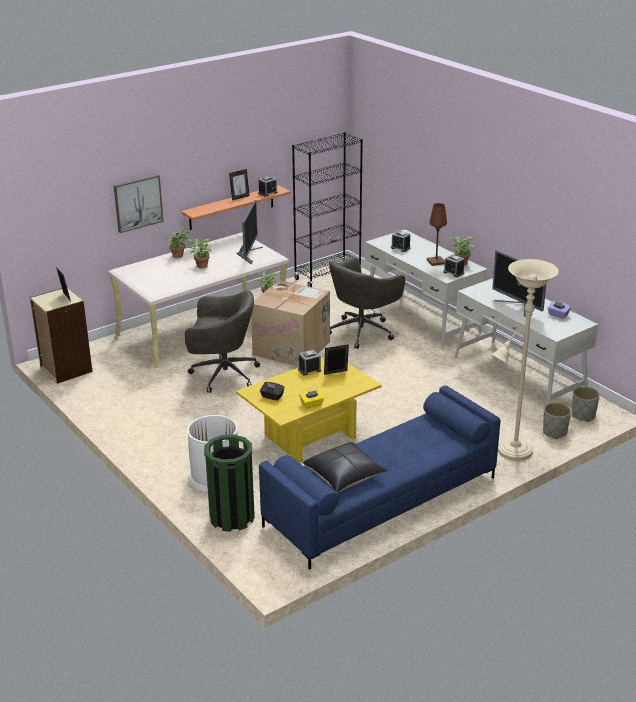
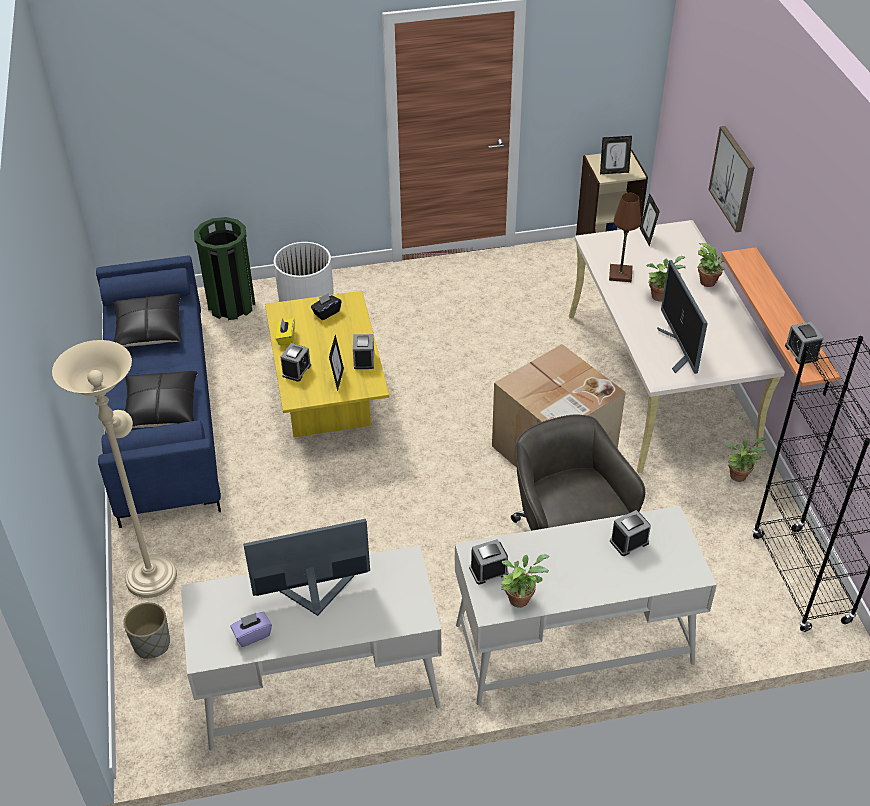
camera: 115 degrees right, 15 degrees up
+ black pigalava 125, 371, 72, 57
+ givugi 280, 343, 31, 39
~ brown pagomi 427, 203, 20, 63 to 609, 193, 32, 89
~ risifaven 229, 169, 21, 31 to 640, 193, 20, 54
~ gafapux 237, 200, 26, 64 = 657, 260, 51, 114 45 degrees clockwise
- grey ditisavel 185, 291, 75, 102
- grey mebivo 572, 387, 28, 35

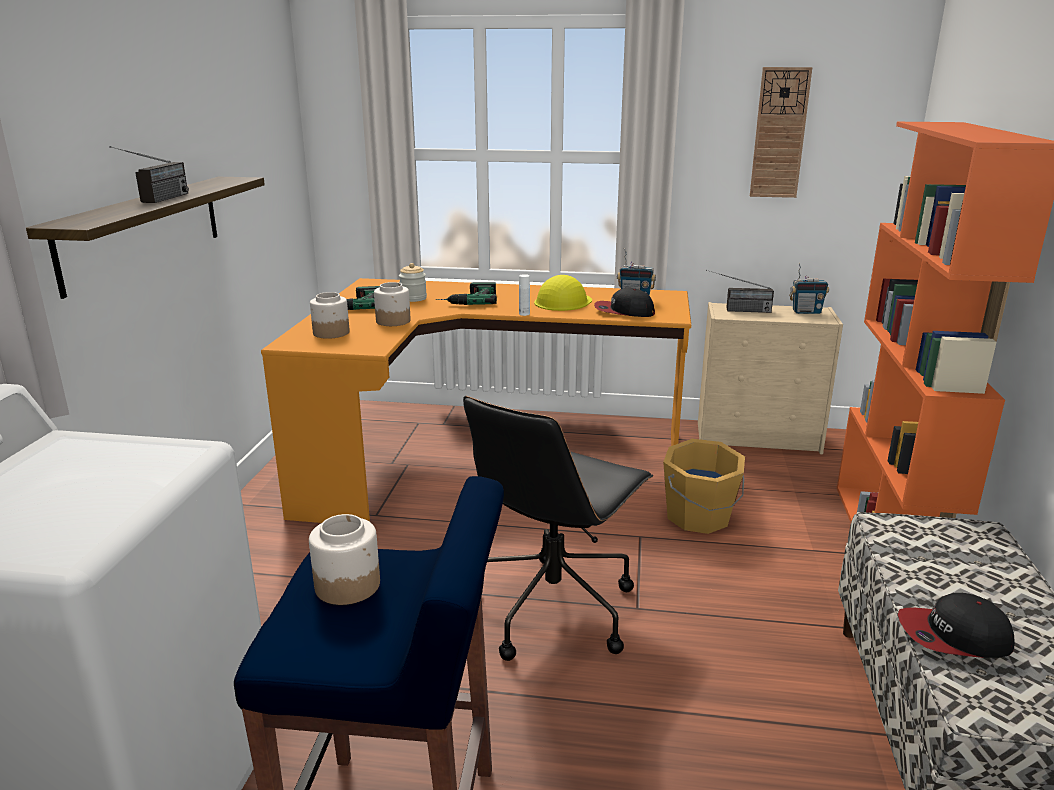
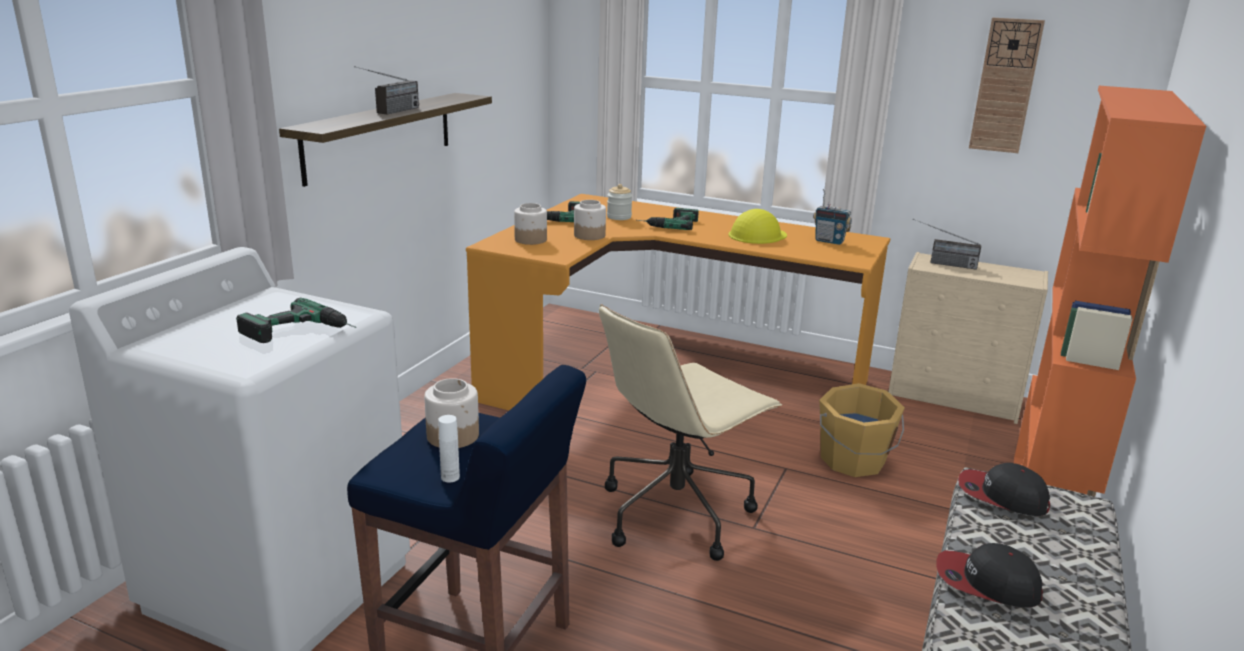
camera: 15 degrees right, 0 degrees up
+ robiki 236, 298, 121, 45
~ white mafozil 519, 274, 11, 42 to 438, 415, 22, 67
~ black ditisavel 463, 396, 190, 265 to beige ditisavel 599, 304, 183, 257
~ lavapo 594, 288, 61, 29 to 958, 463, 92, 53
- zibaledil 789, 263, 40, 51

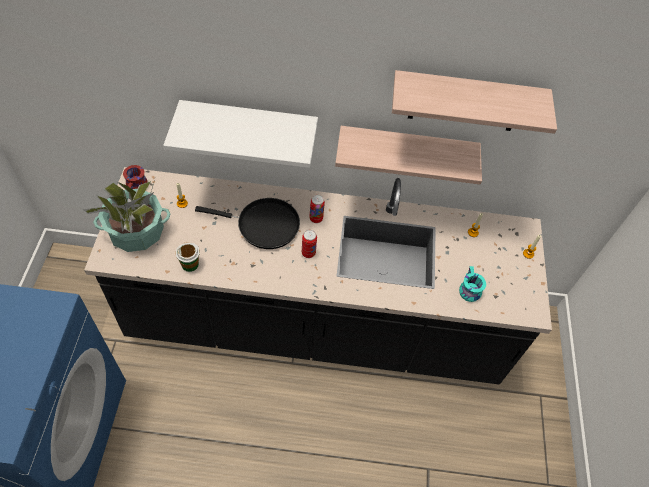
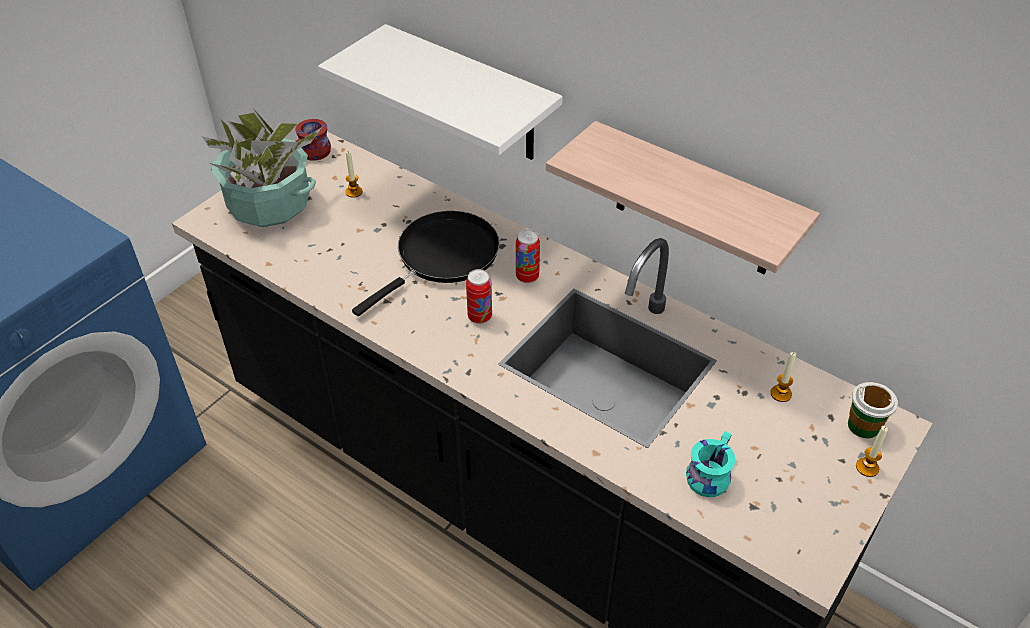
camera: 35 degrees right, 10 degrees down
~ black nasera 195, 198, 105, 51 = 352, 211, 148, 105 90 degrees counterclockwise
~ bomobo 176, 242, 24, 30 to 848, 382, 50, 56
- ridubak 392, 70, 165, 64

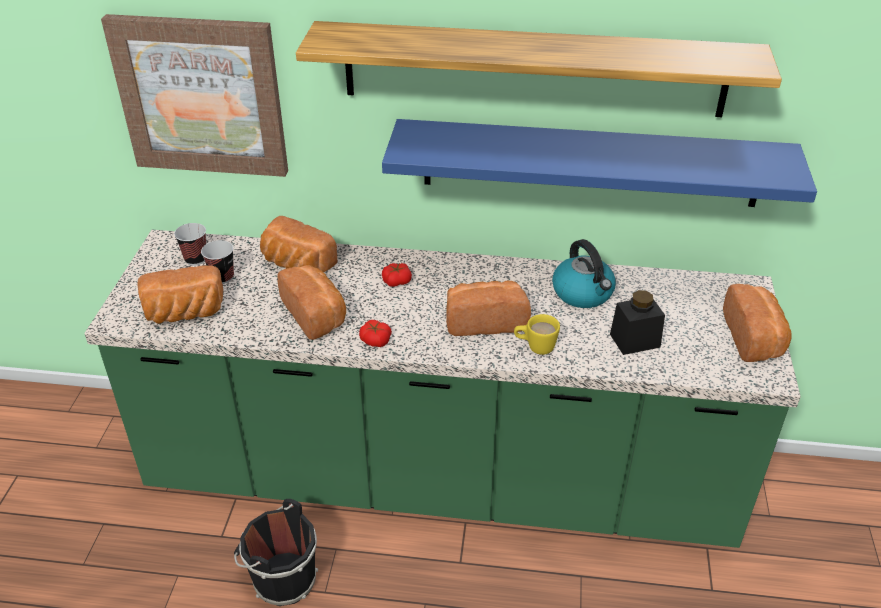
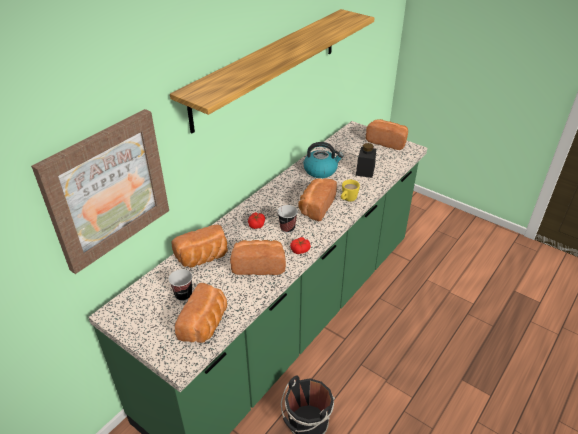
camera: 60 degrees left, 0 degrees up
~ bomobo 174, 223, 32, 43 to 277, 205, 21, 28
- blue ridubak 382, 119, 435, 88

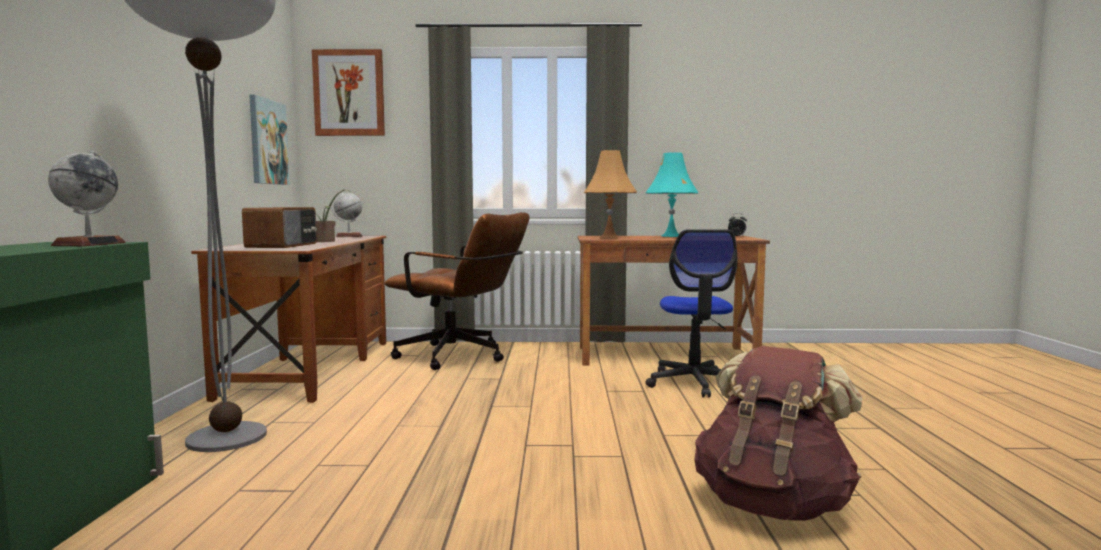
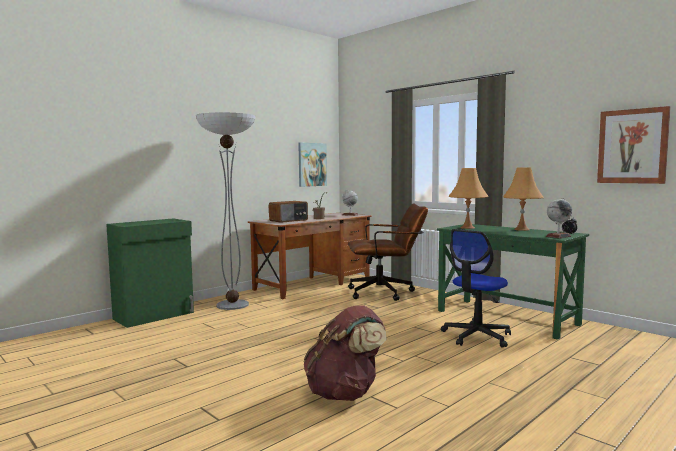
camera: 45 degrees right, 0 degrees up
~ brown ditisavel 385, 212, 145, 158 = 348, 204, 80, 97 75 degrees counterclockwise
~ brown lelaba 578, 236, 192, 130 to green lelaba 437, 224, 152, 116
~ turquoise pagomi 646, 152, 53, 85 to orange pagomi 503, 167, 41, 64
~ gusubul 48, 151, 78, 95 to 546, 198, 26, 40
~ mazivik 312, 49, 73, 87 to 597, 106, 74, 78

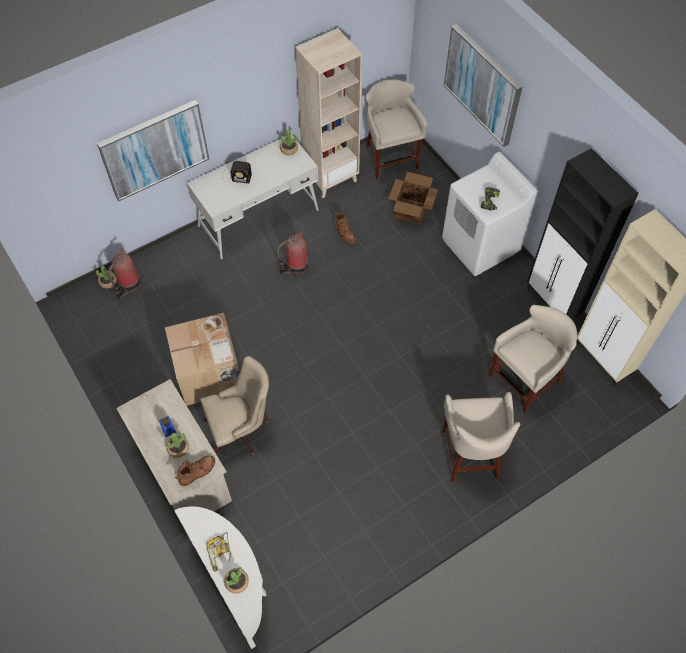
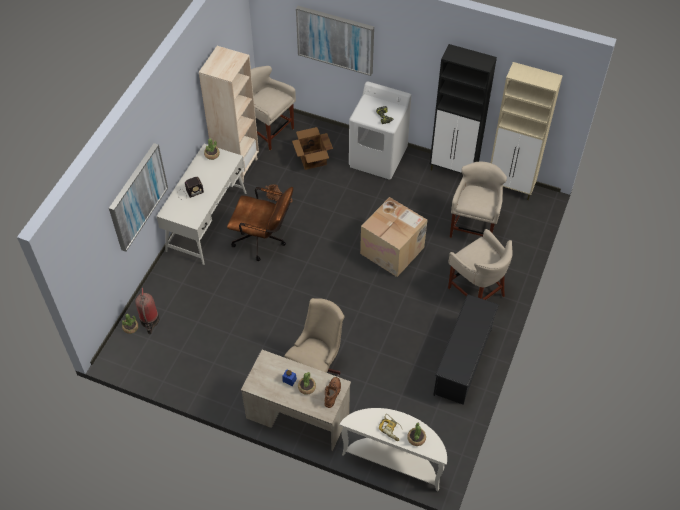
camera: 35 degrees left, 5 degrees down
~ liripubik 277, 232, 31, 44 to brown ditisavel 227, 187, 66, 74
~ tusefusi 165, 313, 75, 93 to 360, 197, 67, 80
+ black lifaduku 433, 294, 66, 111

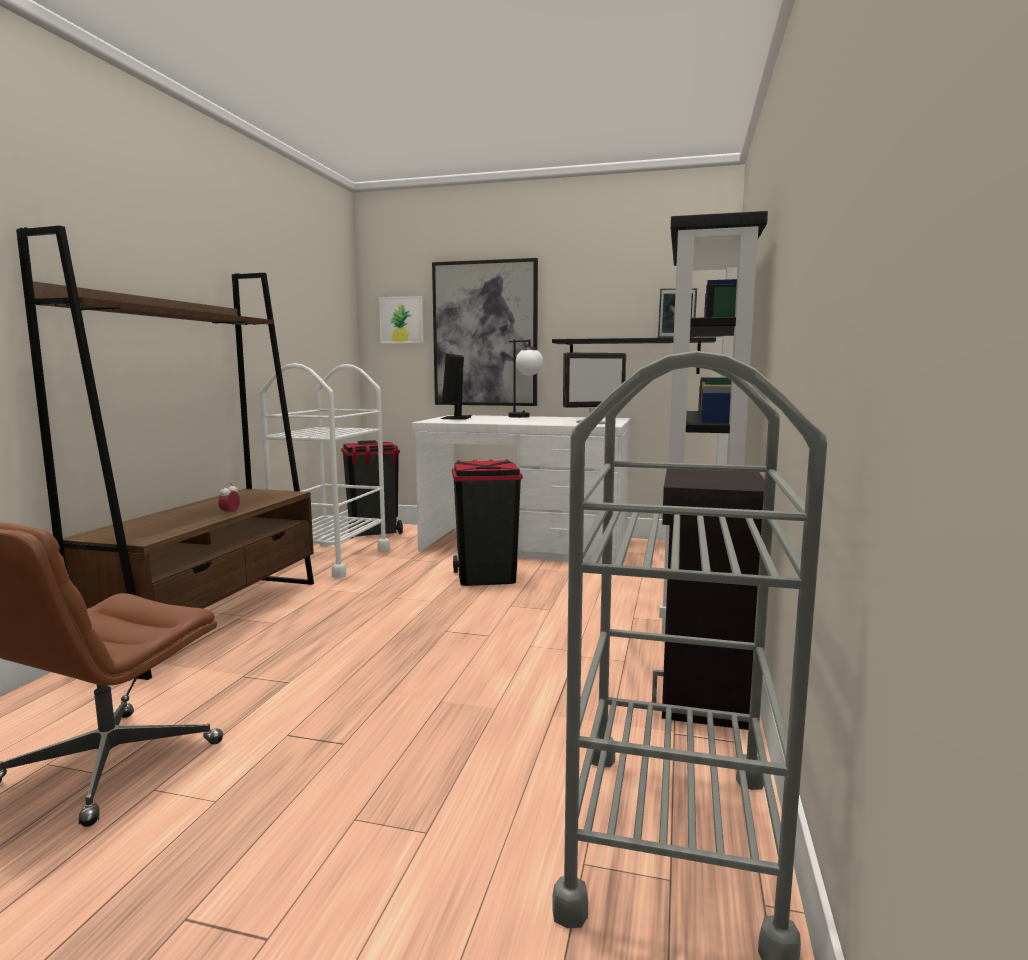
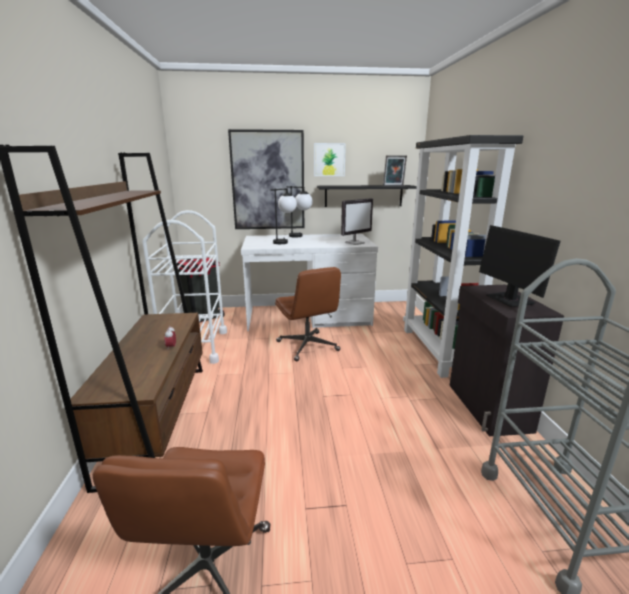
camera: 20 degrees left, 10 degrees up
+ pagomi 271, 188, 26, 56
~ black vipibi 452, 459, 71, 127 to brown ditisavel 275, 267, 66, 94
~ mazivik 379, 296, 45, 47 to 314, 143, 32, 33
~ gafapux 441, 354, 31, 65 to 479, 225, 82, 82

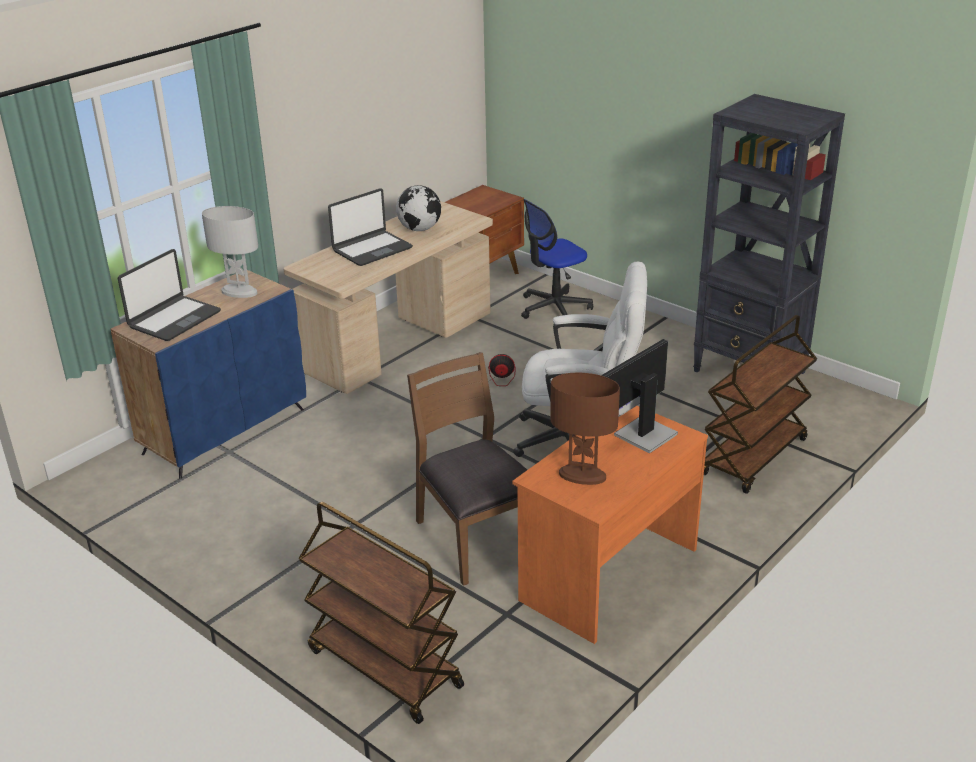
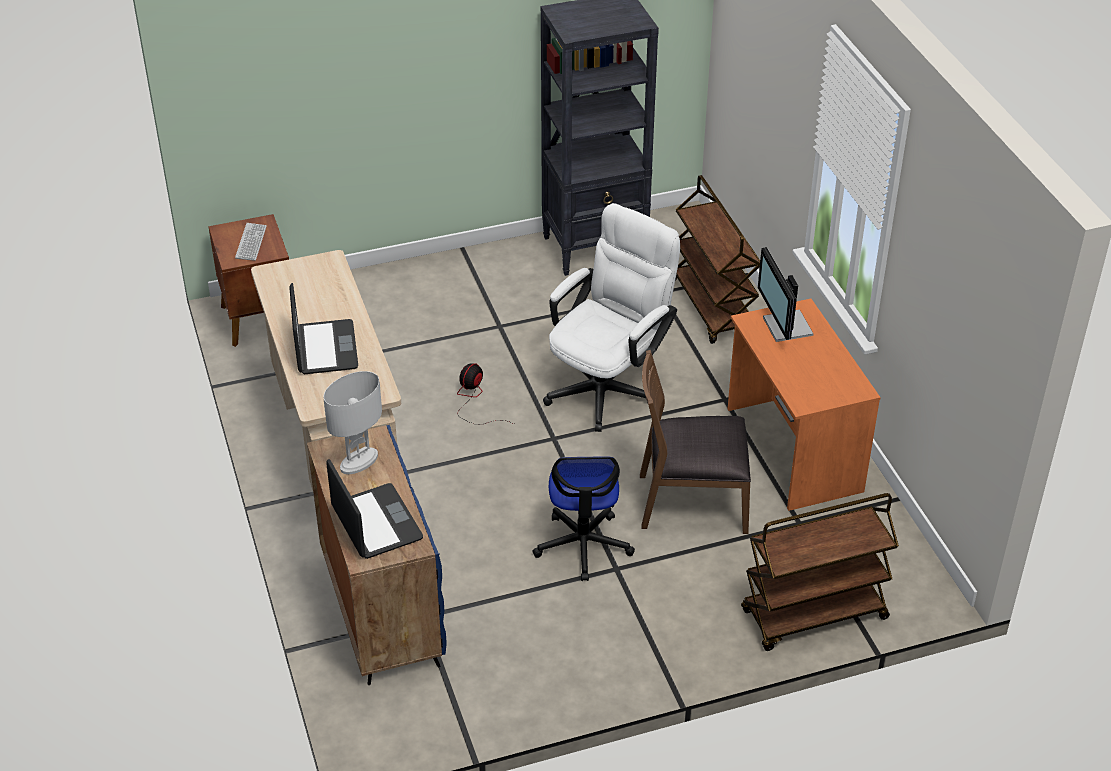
camera: 60 degrees left, 10 degrees up
+ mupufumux 235, 223, 32, 38
~ ditisavel 521, 199, 72, 120 to 532, 456, 103, 125
- gusubul 396, 185, 45, 46
- brown pagomi 550, 373, 70, 112

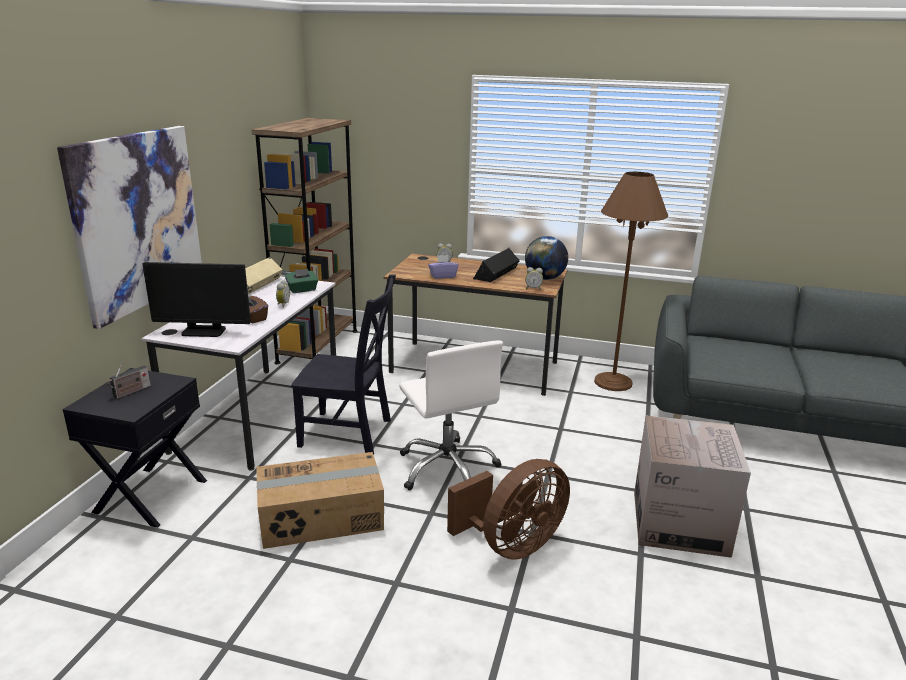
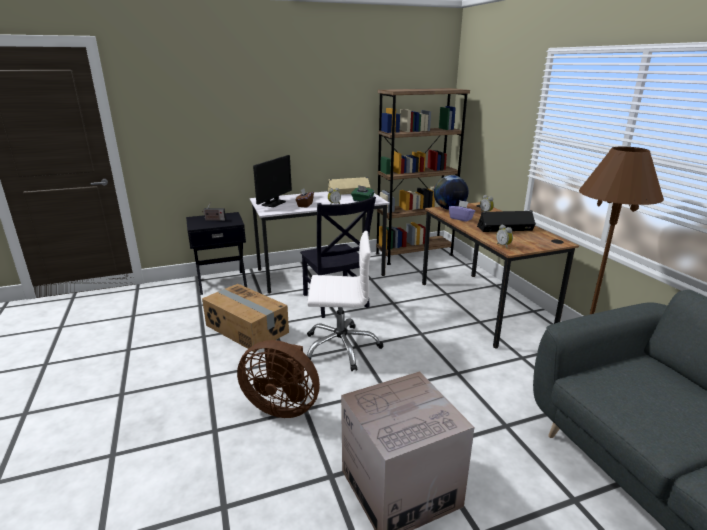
camera: 55 degrees right, 0 degrees up
~ gafapux 142, 262, 109, 75 = 253, 155, 39, 52 120 degrees counterclockwise
~ white ditisavel 399, 340, 104, 151 = 307, 231, 76, 140 120 degrees counterclockwise
~ gusubul 525, 236, 43, 44 to 434, 175, 34, 35
- mazivik 57, 126, 145, 203

